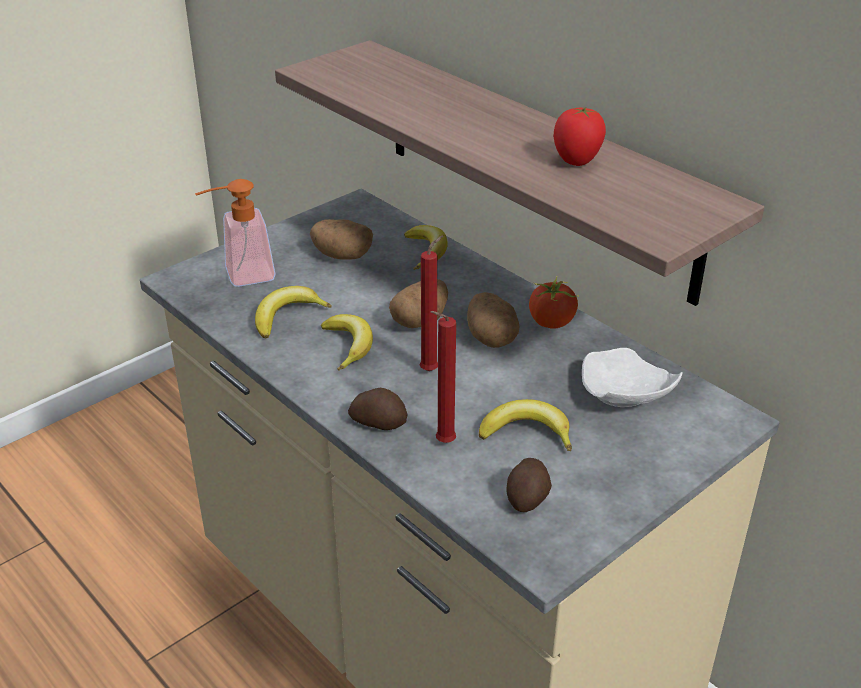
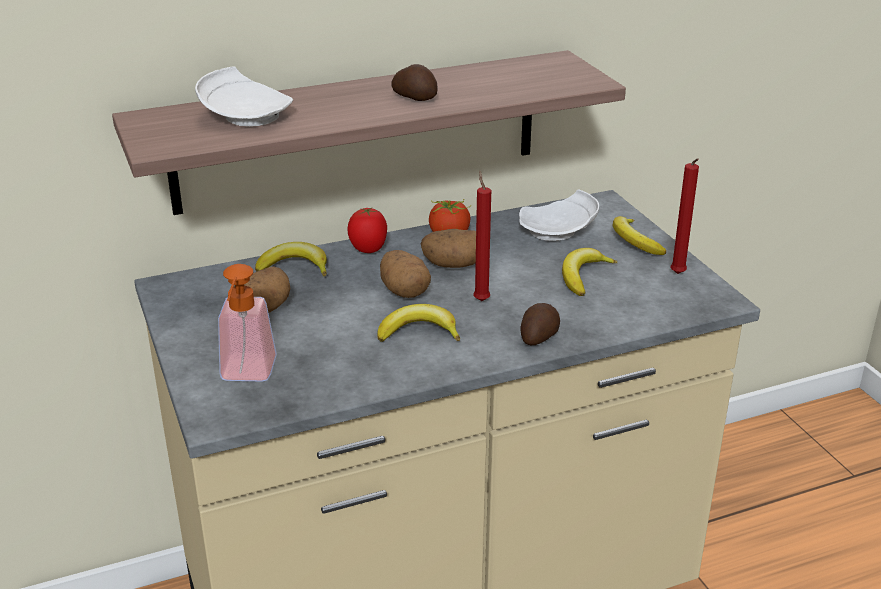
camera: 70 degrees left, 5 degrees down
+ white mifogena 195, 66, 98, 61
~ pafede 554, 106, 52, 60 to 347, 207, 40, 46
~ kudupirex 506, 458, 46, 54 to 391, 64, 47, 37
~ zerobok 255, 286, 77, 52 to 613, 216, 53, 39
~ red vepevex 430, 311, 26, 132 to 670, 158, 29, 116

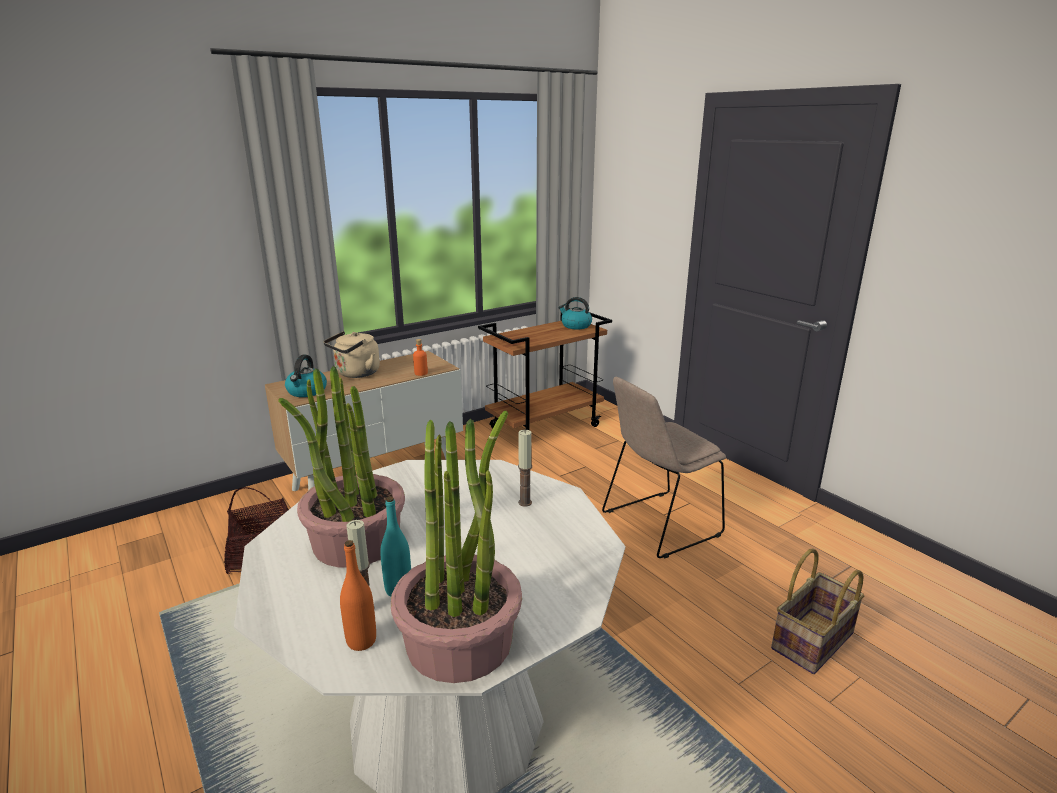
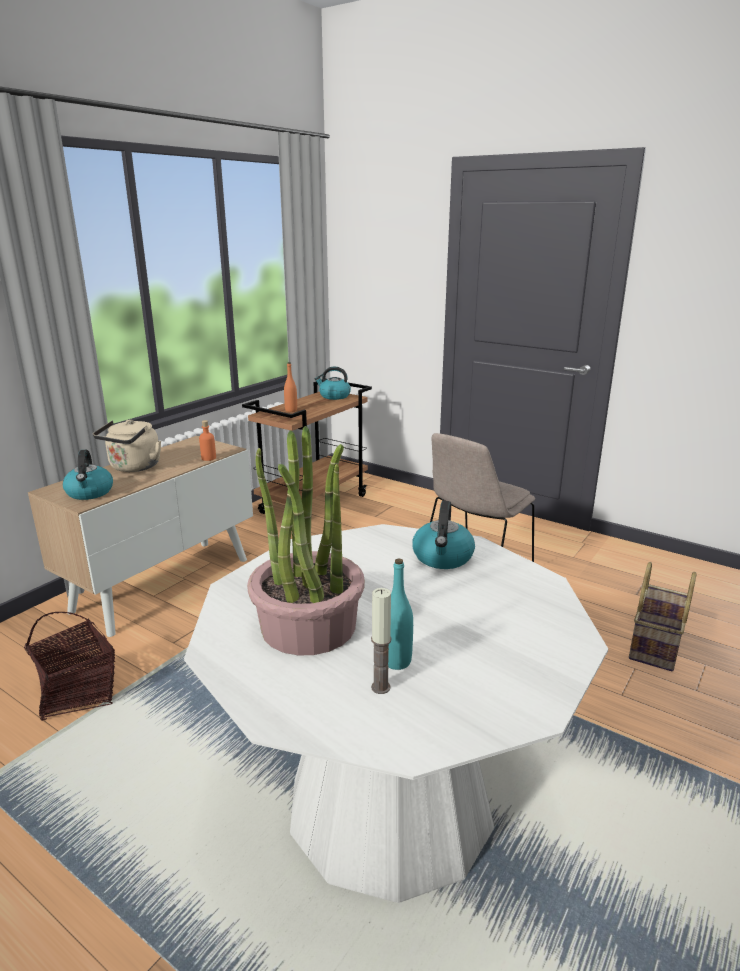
camera: 20 degrees left, 0 degrees up
~ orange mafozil 340, 540, 36, 111 to 284, 362, 13, 50
~ vepevex 518, 430, 14, 77 to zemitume 412, 501, 63, 68
- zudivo 391, 411, 131, 272

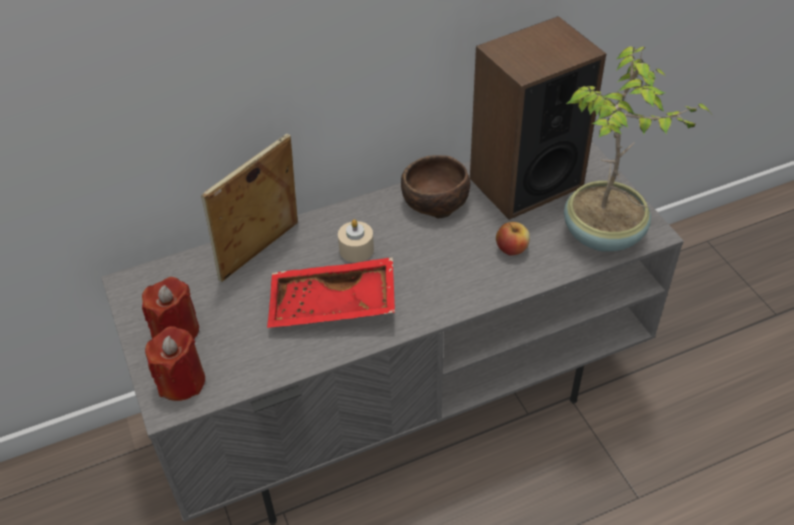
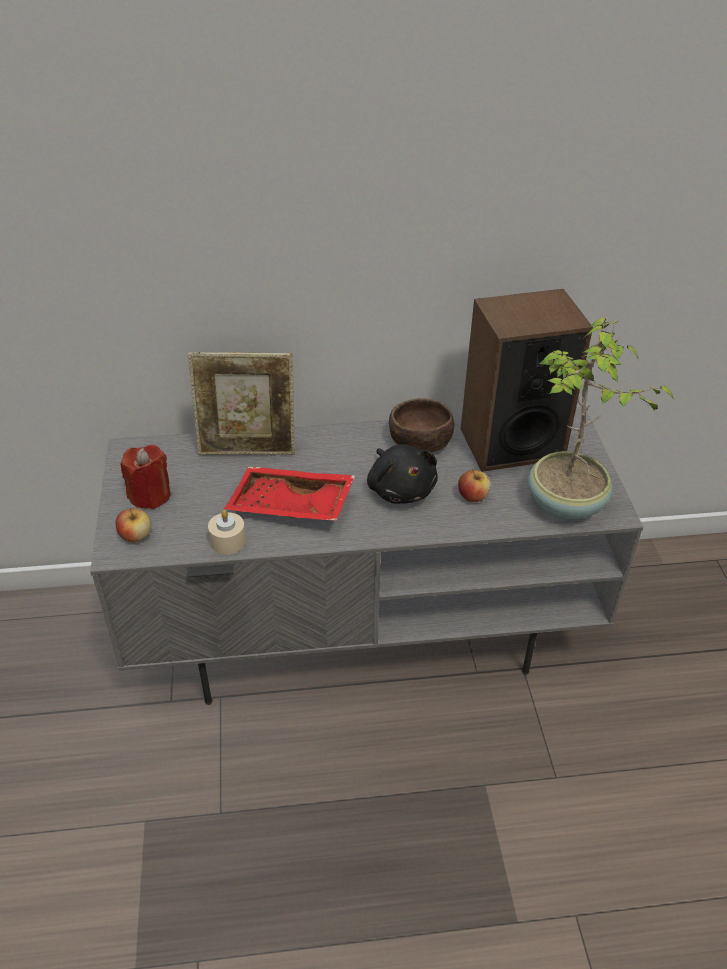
camera: 15 degrees right, 5 degrees down
~ red vepevex 145, 326, 60, 75 to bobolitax 116, 508, 35, 35
~ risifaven 201, 134, 97, 148 = 188, 352, 107, 103 150 degrees counterclockwise
~ beige vepevex 338, 219, 36, 43 to 208, 510, 38, 44
+ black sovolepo 367, 444, 71, 60

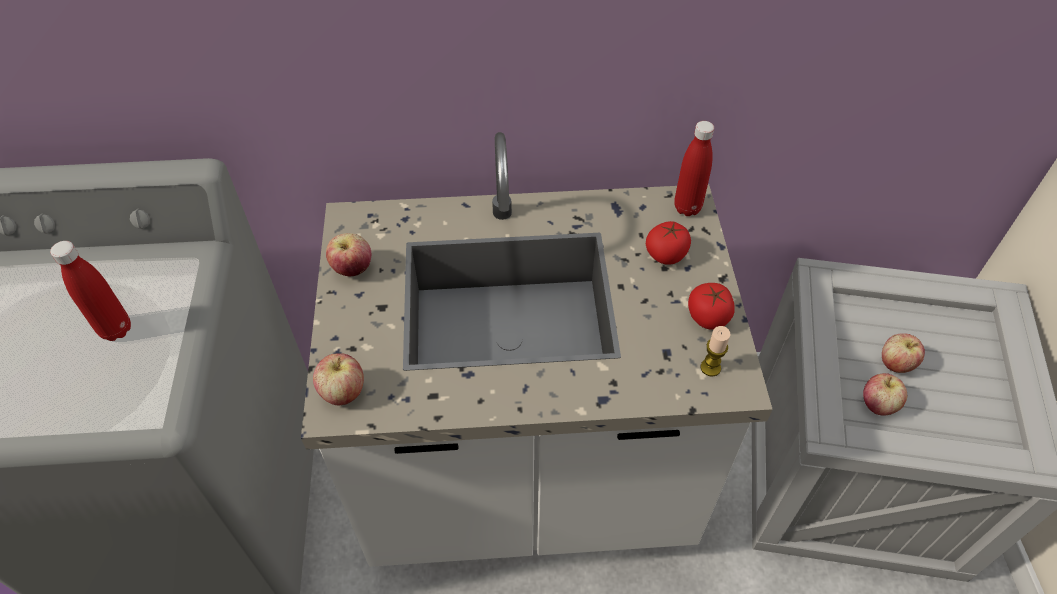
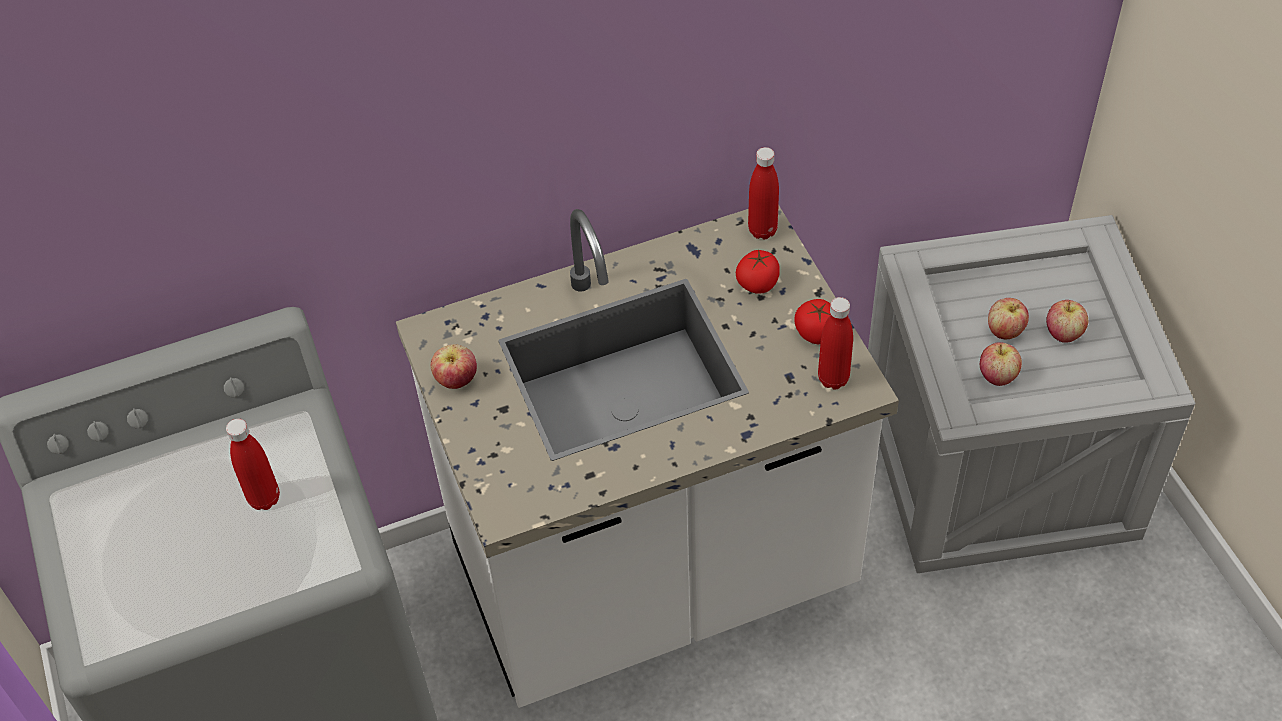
camera: 15 degrees left, 0 degrees up
~ vepevex 700, 326, 30, 50 to red mafozil 818, 297, 35, 92
~ bobolitax 313, 353, 51, 52 to 1046, 300, 42, 43

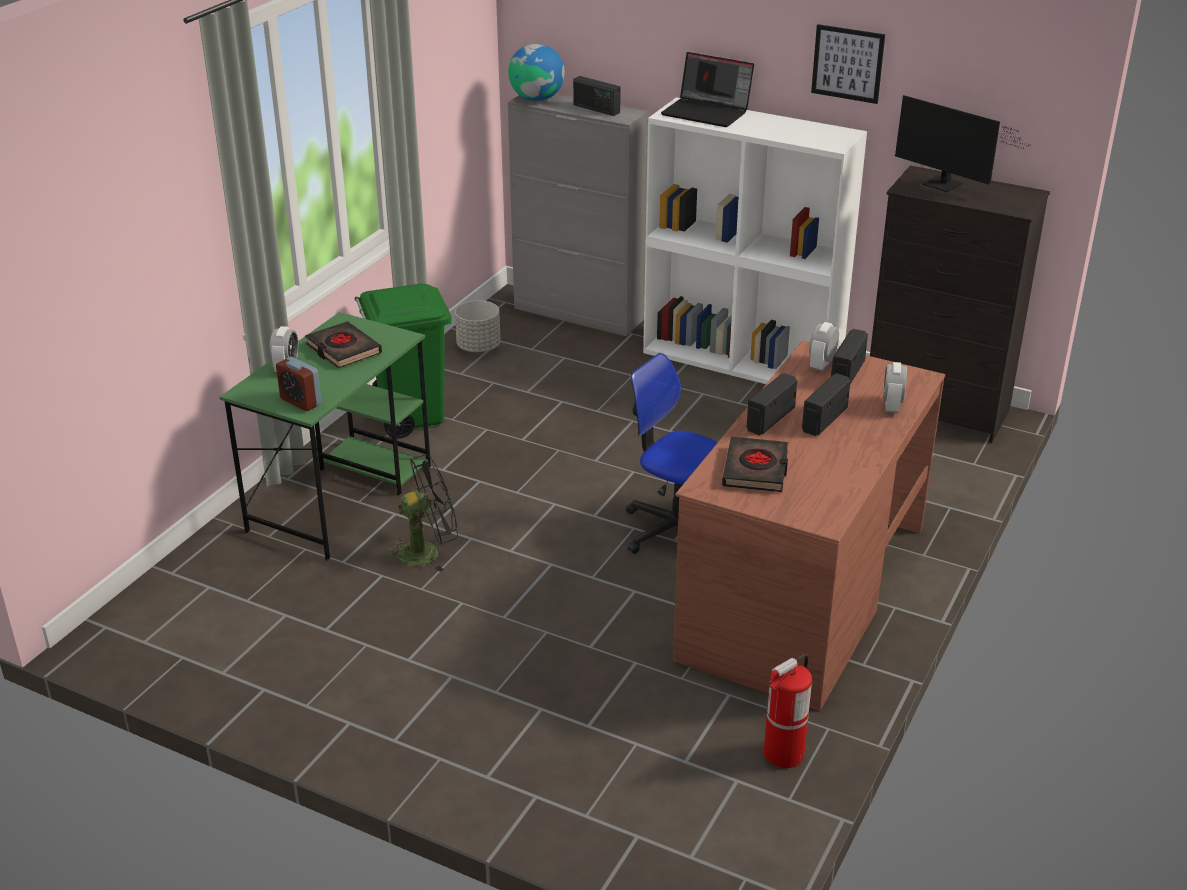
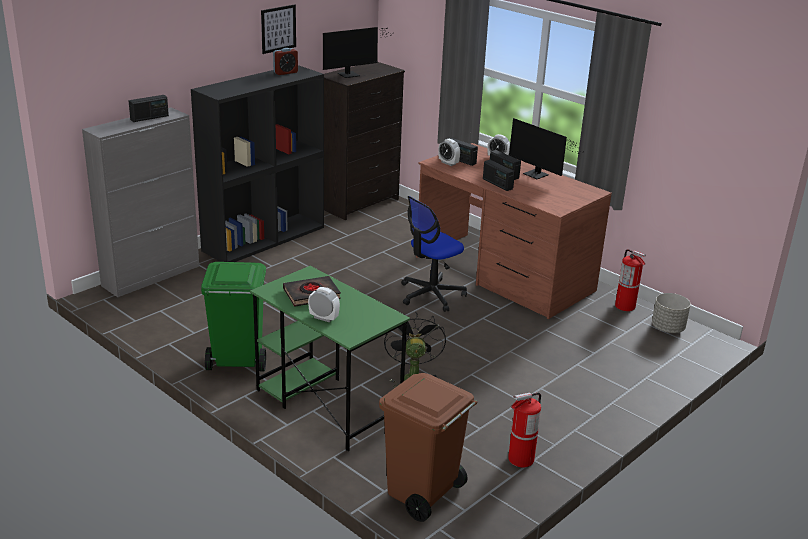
camera: 75 degrees left, 5 degrees down
~ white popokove 643, 97, 224, 287 to black popokove 191, 65, 133, 197
~ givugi 276, 357, 46, 54 to 273, 48, 25, 27
+ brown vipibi 379, 373, 98, 149
+ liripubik 508, 392, 33, 75
+ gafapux 509, 118, 69, 61
~ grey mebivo 455, 300, 46, 52 to 652, 293, 39, 40
- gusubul 508, 44, 57, 57
- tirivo 661, 52, 93, 75
- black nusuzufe 722, 437, 66, 55

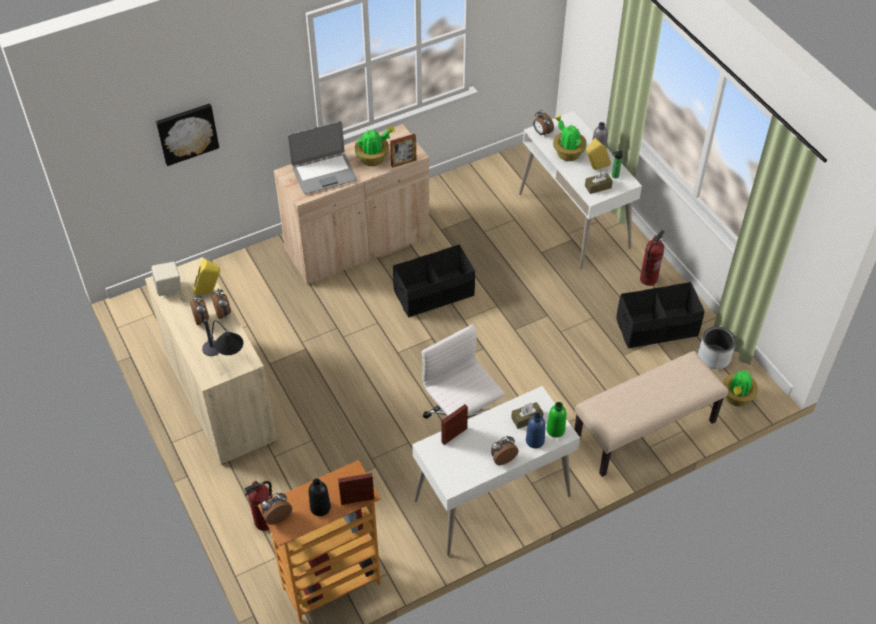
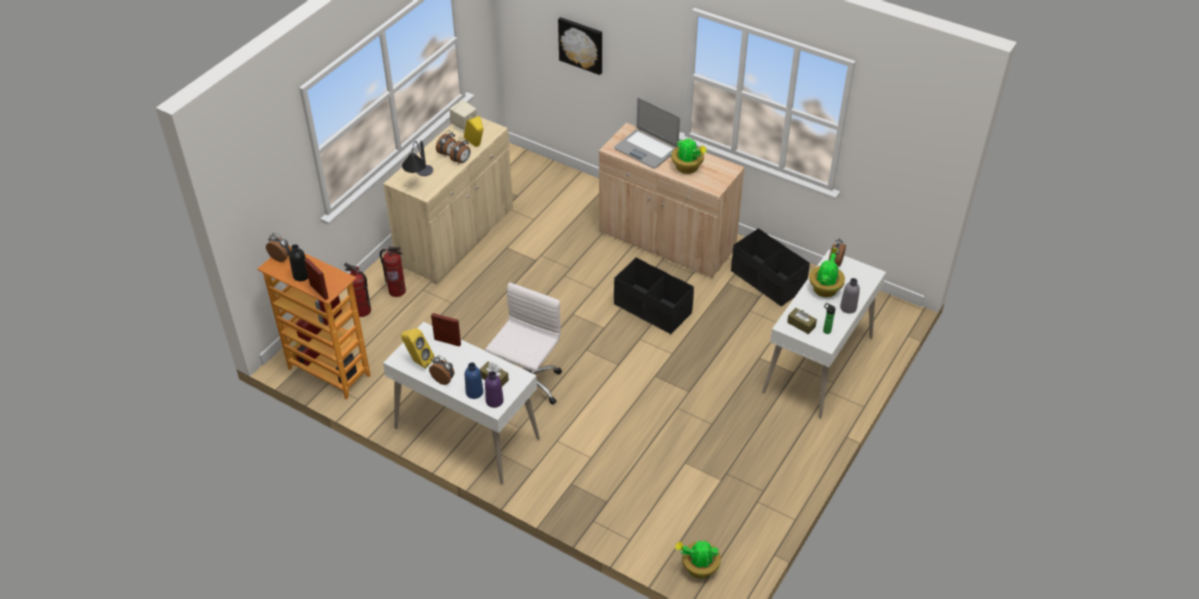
camera: 60 degrees right, 5 degrees down
~ liripubik 640, 230, 25, 56 to 380, 246, 26, 51
~ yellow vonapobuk 586, 138, 25, 32 to 401, 328, 33, 41
~ green mafozil 546, 402, 21, 36 to purple mafozil 485, 371, 19, 37
~ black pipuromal 616, 282, 89, 67 to 731, 228, 79, 78
- risifaven 390, 134, 26, 34
- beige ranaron 574, 351, 154, 126
- grey mebivo 698, 327, 38, 42

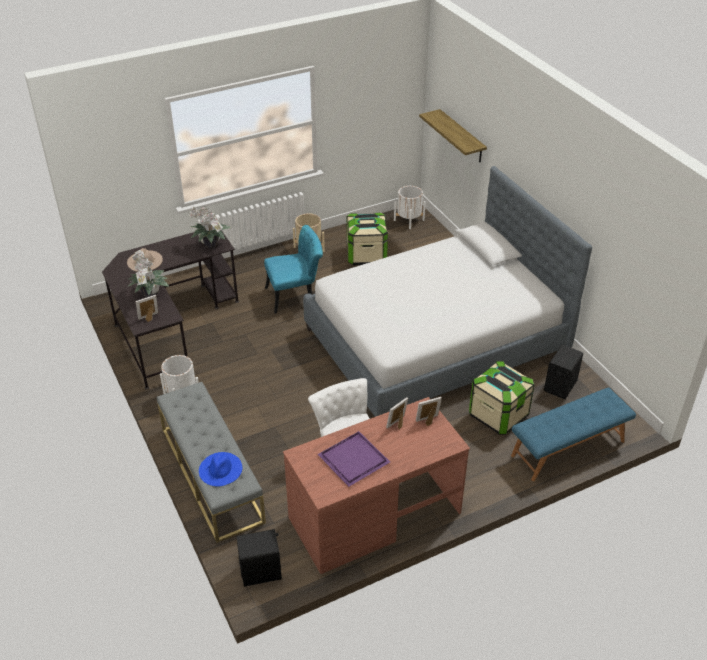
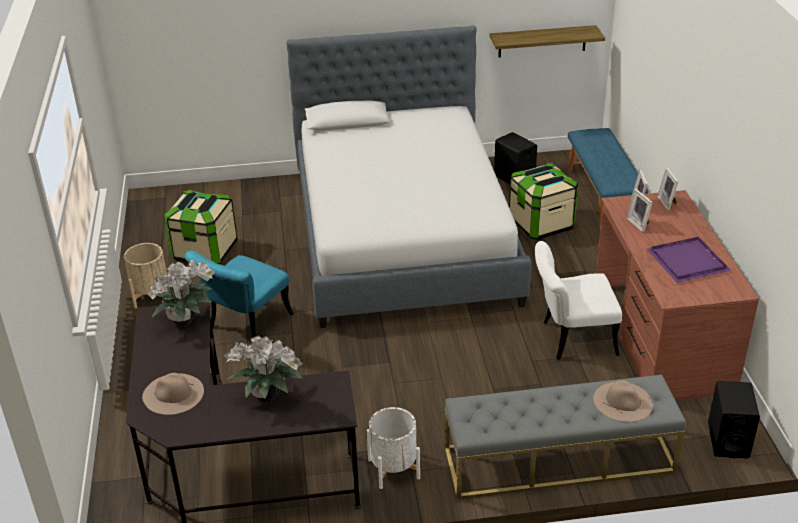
camera: 70 degrees left, 5 degrees down
~ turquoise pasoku 264, 225, 59, 89 = 184, 250, 110, 88 150 degrees counterclockwise
~ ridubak 419, 109, 68, 54 to 490, 25, 115, 32
~ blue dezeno 199, 452, 43, 34 to beige dezeno 593, 380, 60, 42
~ risifaven 136, 295, 22, 27 to 657, 168, 21, 43
- white mebivo 394, 186, 32, 43

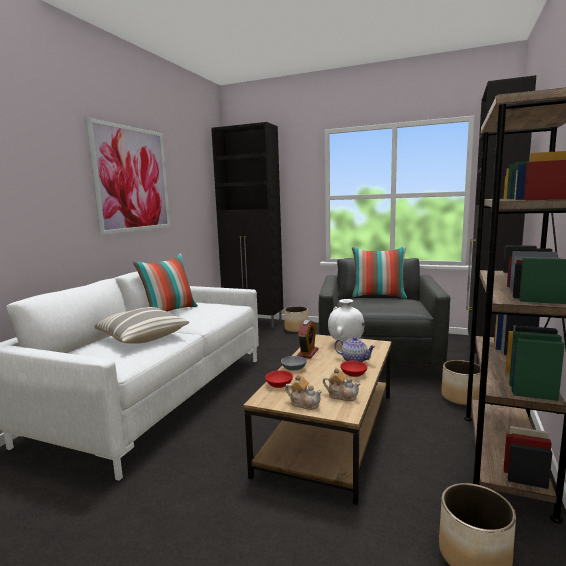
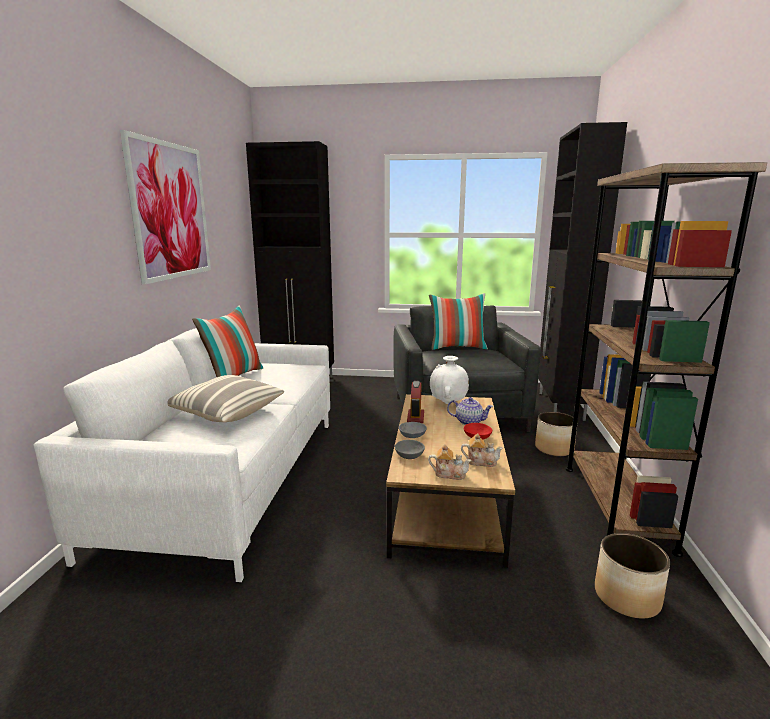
camera: 15 degrees left, 5 degrees up
~ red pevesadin 265, 370, 28, 18 to grey pevesadin 395, 440, 30, 19
- mebivo 284, 306, 24, 26

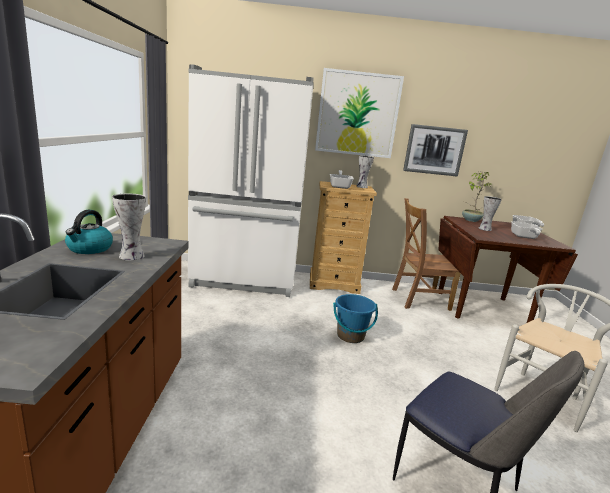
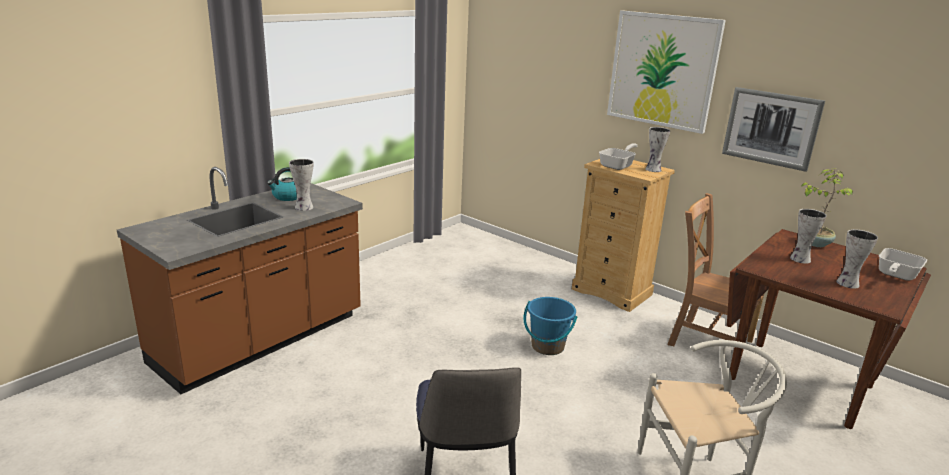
camera: 40 degrees right, 5 degrees up
~ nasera 511, 221, 32, 18 to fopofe 836, 229, 42, 60
- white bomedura 188, 64, 126, 233

